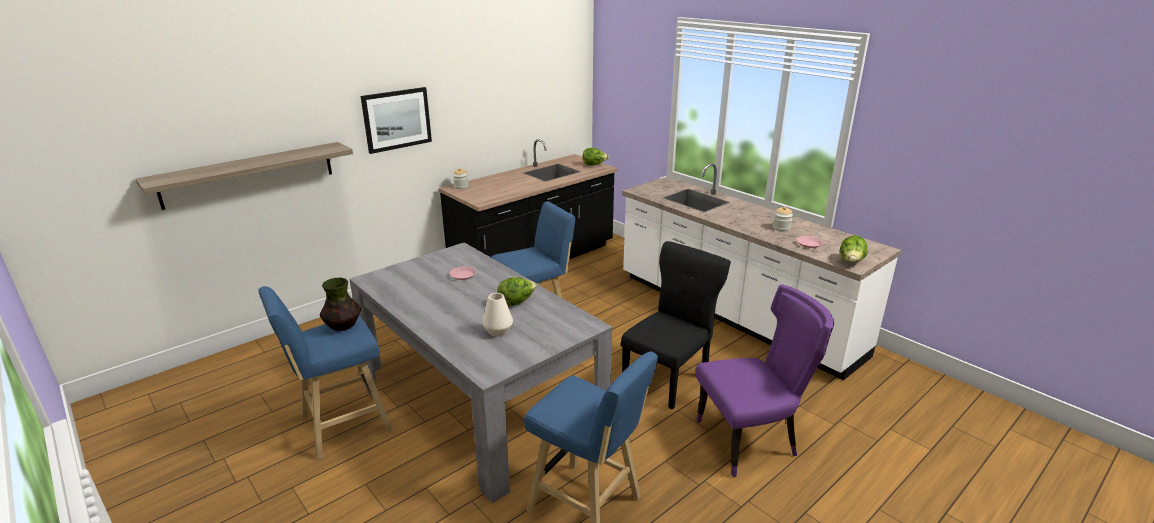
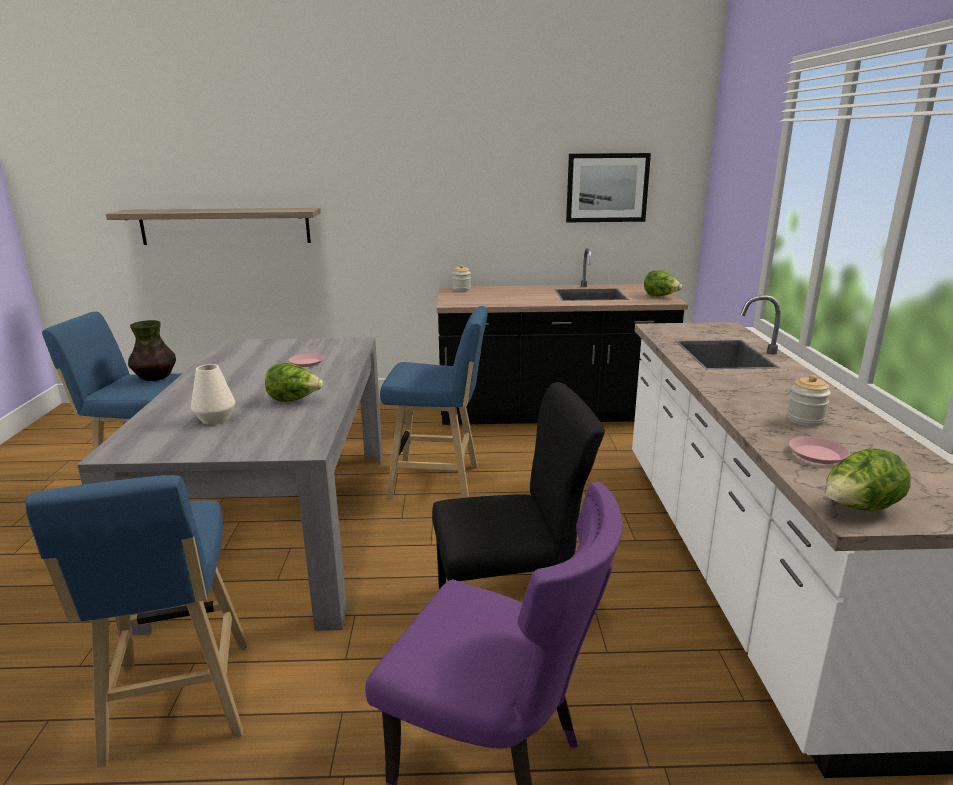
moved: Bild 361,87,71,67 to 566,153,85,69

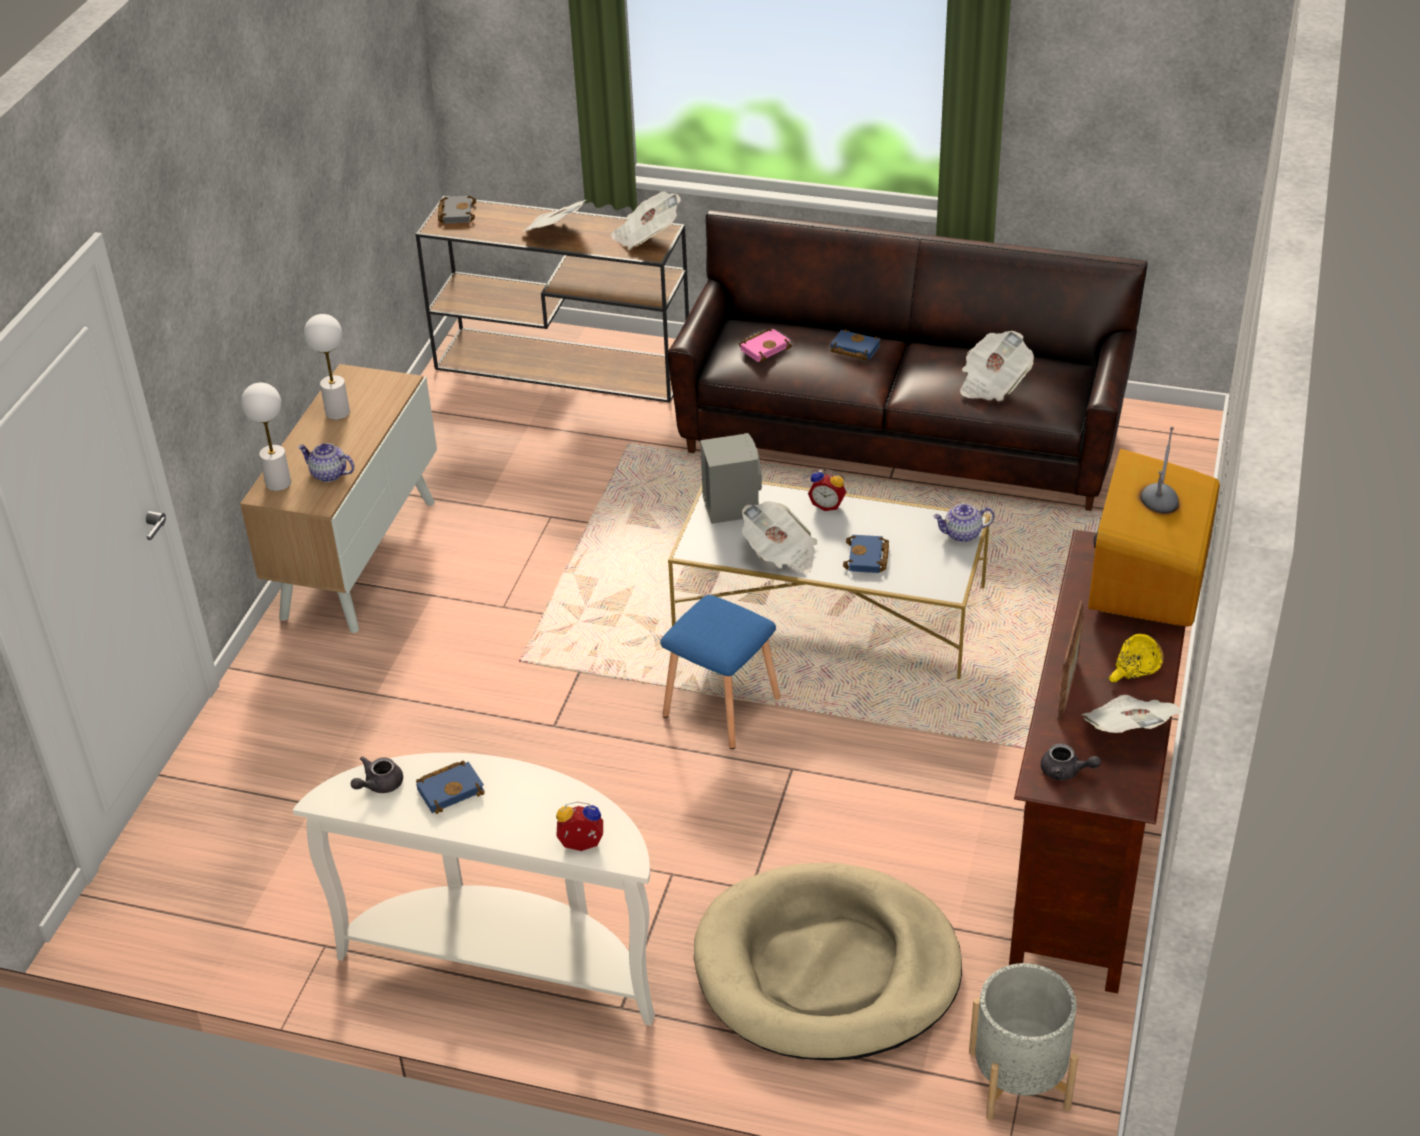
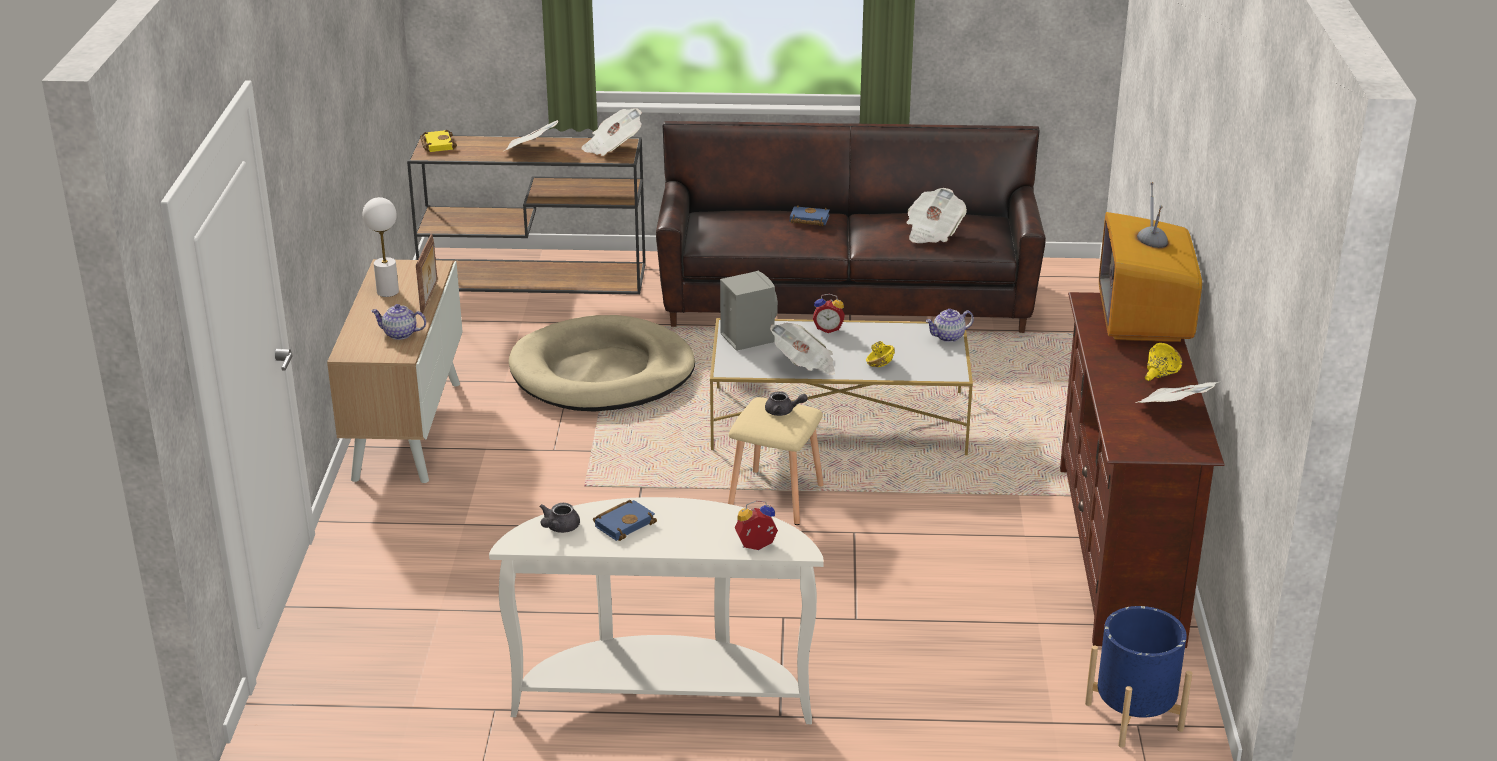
removed: Buch (rosa) 739,328,53,34; Tischlampe (weiß) 241,383,50,108
moved: Bilderrahmen 1057,600,27,121 to 416,234,22,80; Teekanne (grau) 1041,744,60,36 to 765,391,43,25; Hundebett (beige) 694,863,268,198 to 508,315,187,97
replaced: Buch (blau) 843,535,46,38 to Schüssel (gelb) 866,341,29,26
recoloured: Buch (grau) 438,196,38,28 to Buch (gelb) 420,130,37,22; Hocker (blau) 660,595,121,154 to Hocker (beige) 728,397,96,128; Pflanzkübel (grau) 969,963,109,158 to Pflanzkübel (blau) 1085,606,107,142

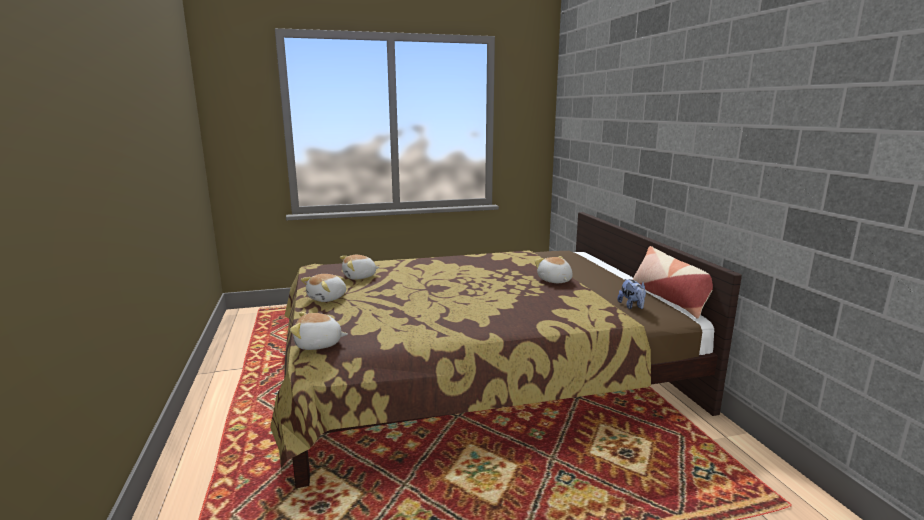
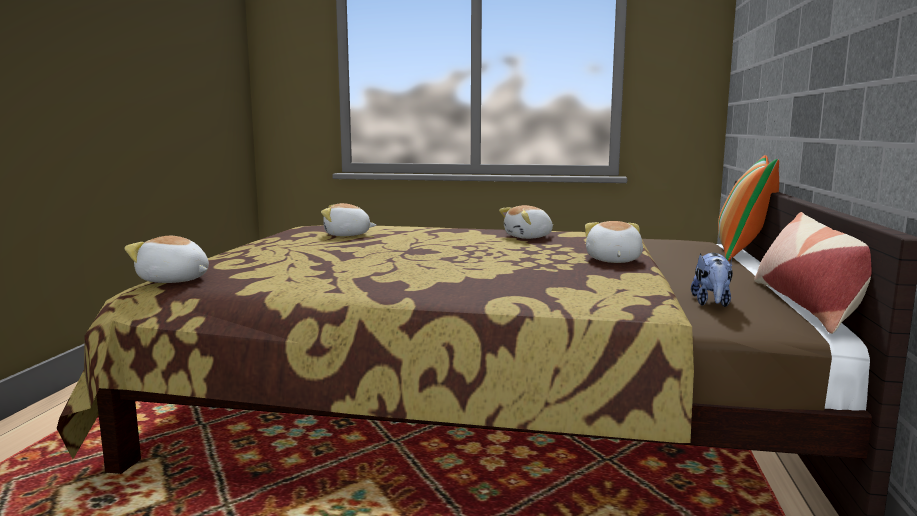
added: Kissen 718,155,61,106
moved: Plüschtier 301,274,45,28 to 499,205,54,34

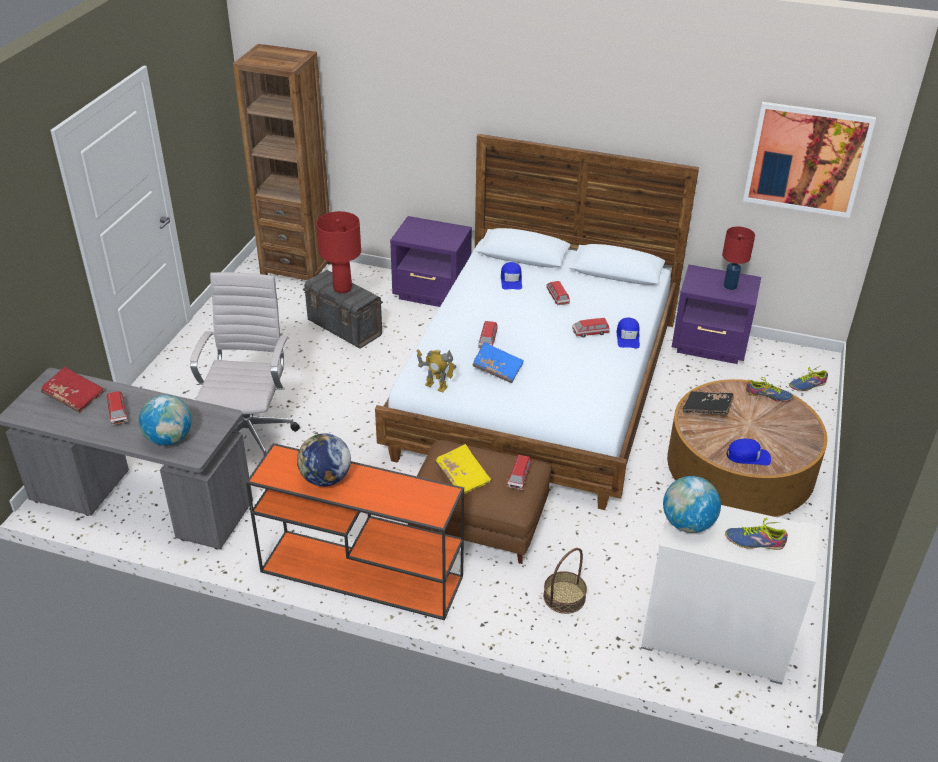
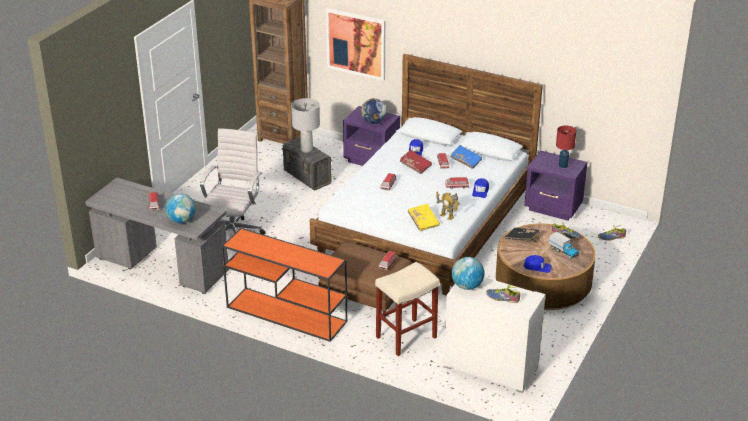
added: Spielzeuglaster 549,232,30,27
moved: Bild 743,102,133,116 to 326,8,59,73; Buch (blau) 473,342,51,41 to 451,145,31,24; Spielzeugroboter 417,349,39,43 to 436,192,24,28; Buch (rot) 41,367,63,46 to 400,150,32,24; Globus 297,433,54,54 to 361,98,26,26; Buch (gelb) 435,444,56,51 to 408,203,32,28
replaced: Korb 543,548,44,66 to Hocker (beige) 375,262,65,94
recoloured: Tischlampe (rot) 316,211,45,82 to Tischlampe (grau) 291,98,29,55

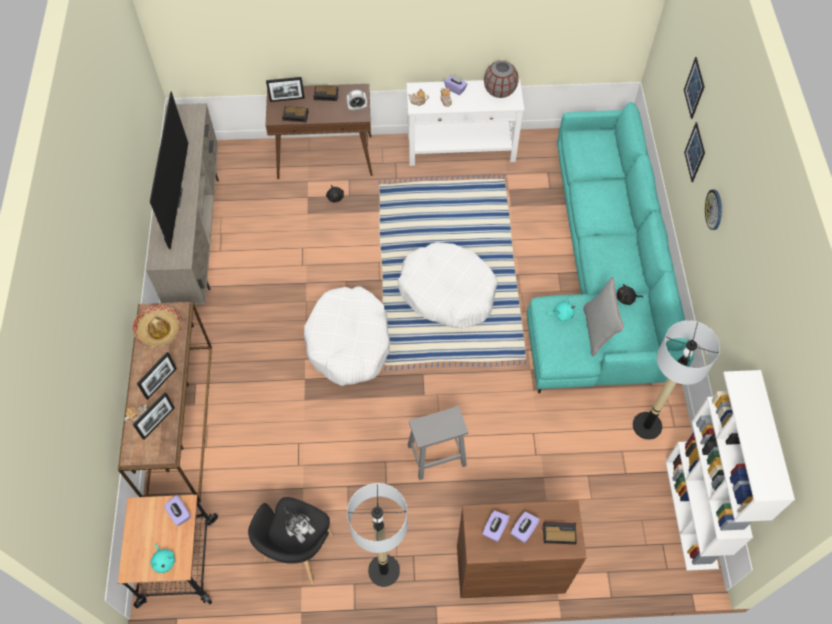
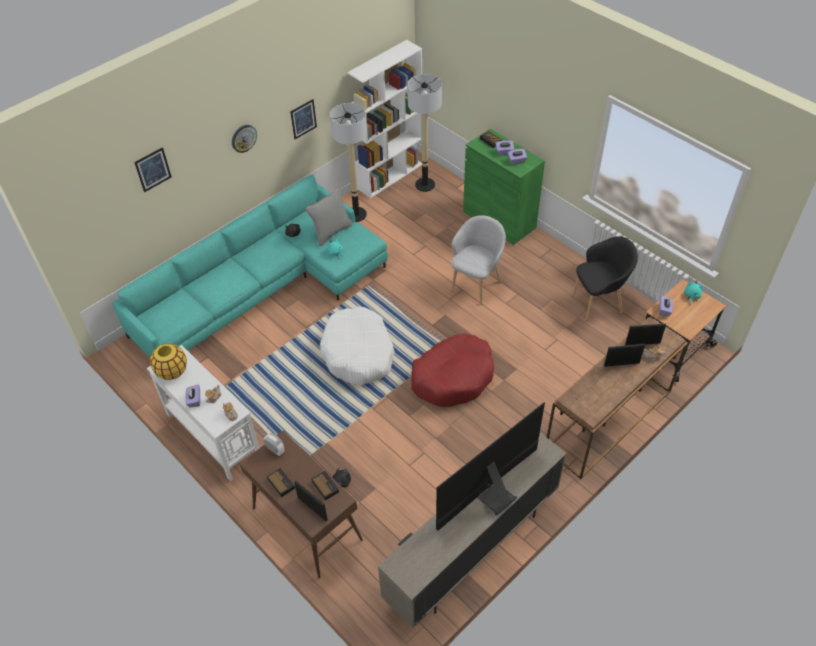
removed: Hut 133,305,48,42; Plüschtier 284,508,31,35
moved: Bild 684,122,21,60 to 290,99,27,40; Stehlampe 347,483,61,104 to 407,74,35,118
replaced: Hocker (grau) 408,406,60,74 to Sessel (grau) 451,215,55,90
recoloured: Vase (grau) 484,61,35,37 to Vase (gelb) 150,343,37,37; Hundebett (weiß) 304,286,86,100 to Hundebett (rot) 411,333,83,74; Schrank (braun) 457,500,129,98 to Schrank (grün) 463,128,82,117

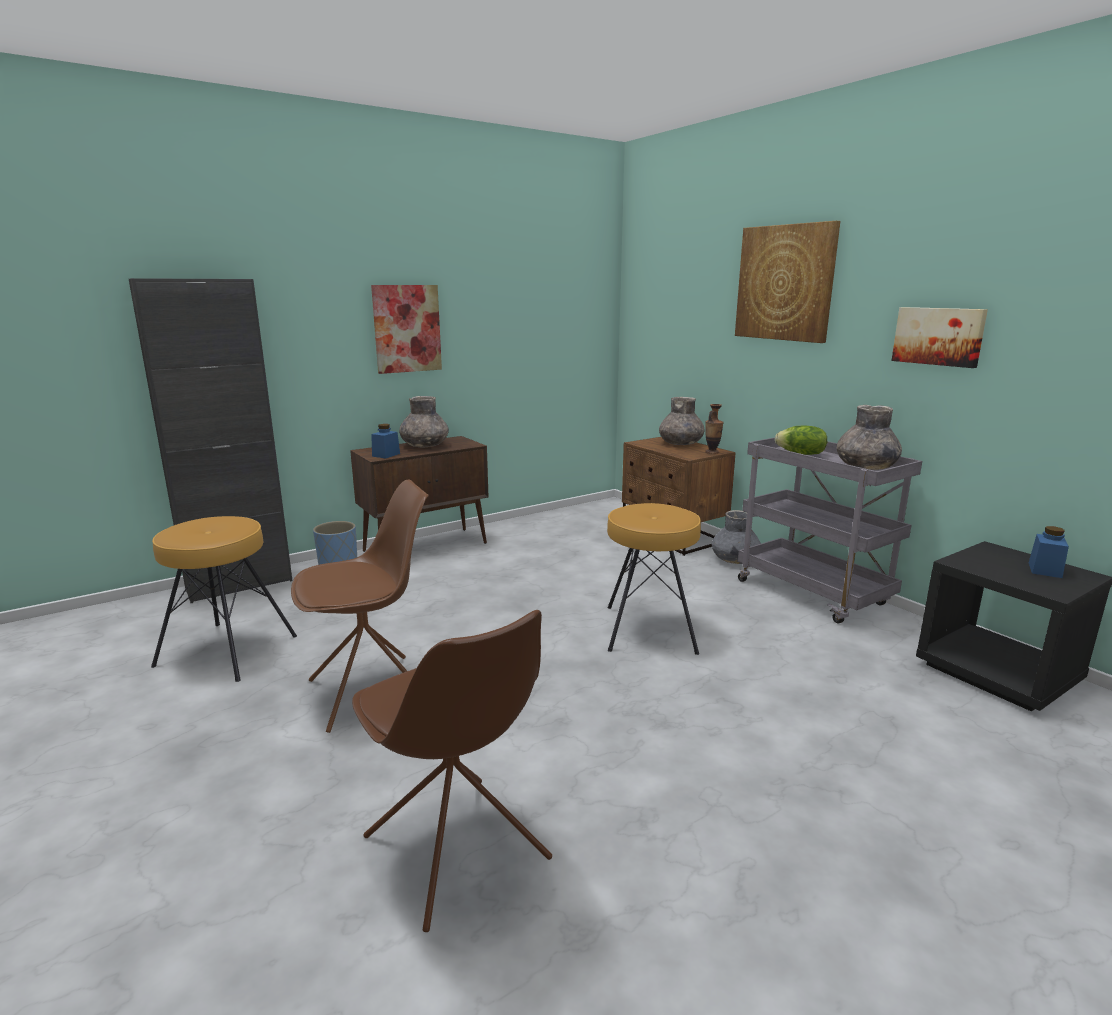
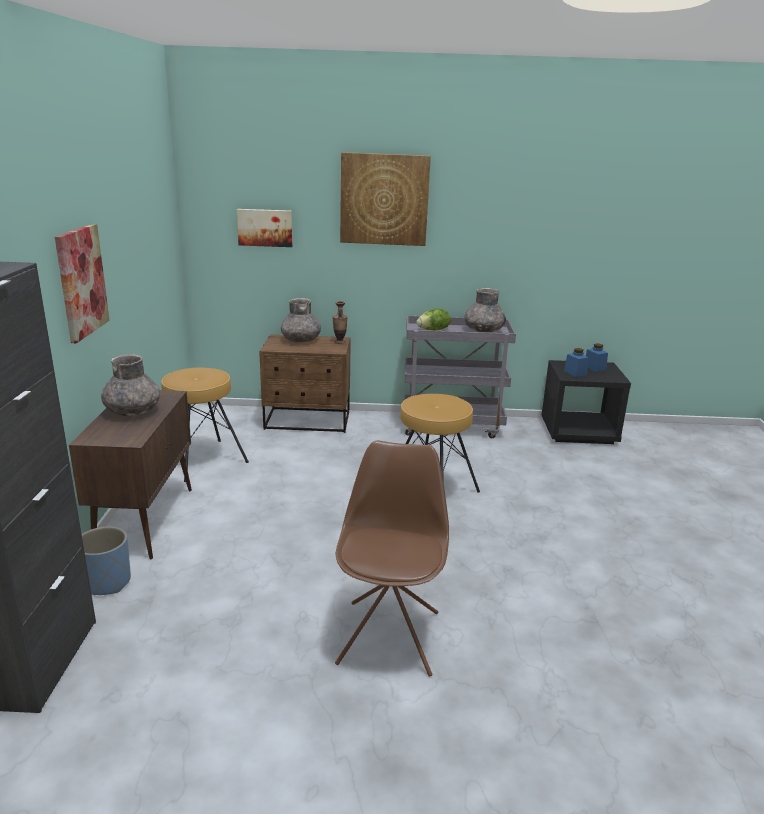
removed: Vase (grau) 712,510,49,54; Stuhl (braun) 352,610,200,322
moved: Bild 891,307,97,61 to 237,209,55,38; Vorratsglas (blau) 371,424,29,35 to 564,348,25,29; Hocker (braun) 151,516,146,166 to 161,368,88,114

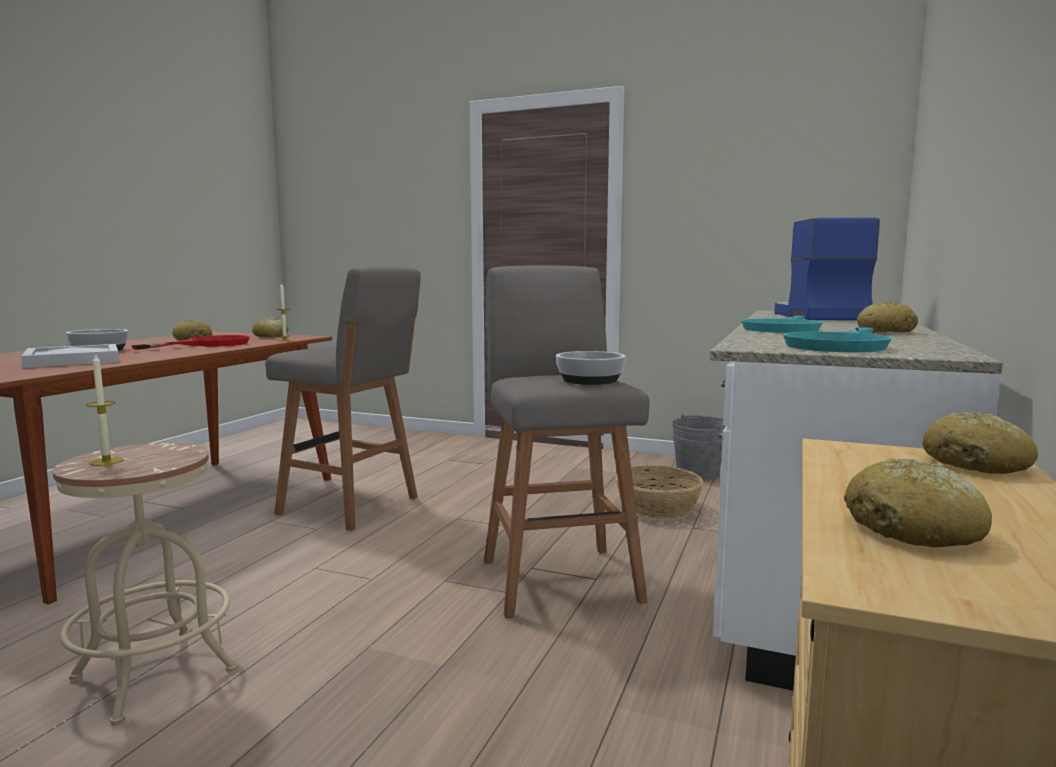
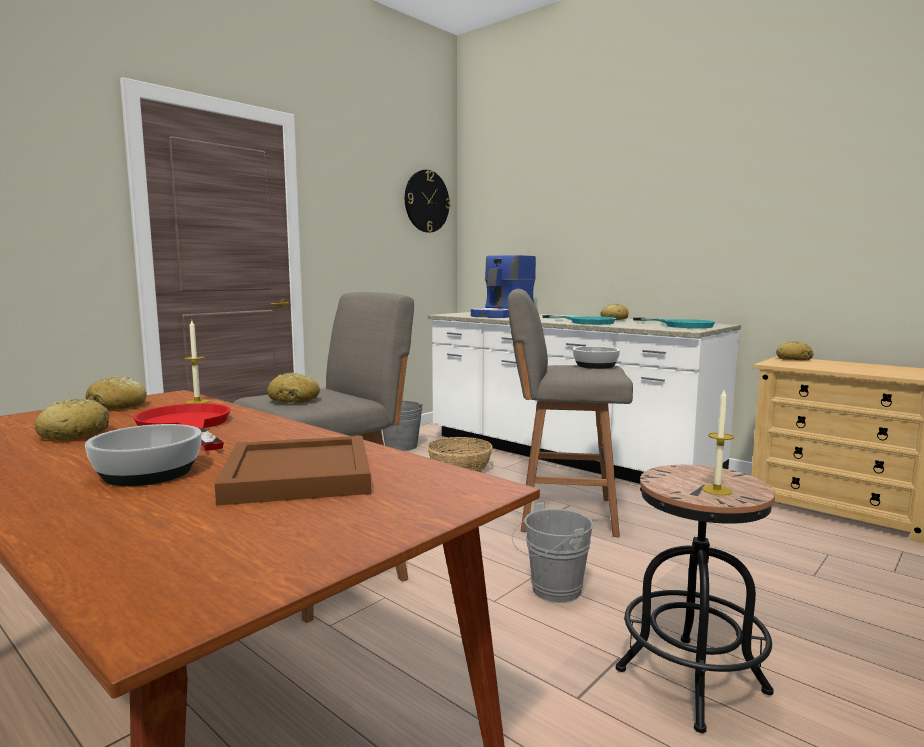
added: Wanduhr 405,170,46,63; Eimer (grau) 512,502,82,101
moved: Brot 844,458,148,89 to 267,373,53,30
recoloured: Tablett (weiß) 21,344,98,24 to Tablett (braun) 215,436,156,70; Hocker (beige) 52,443,186,283 to Hocker (schwarz) 616,465,159,268
turned: Kaffeemaschine 774,217,106,103 = 471,255,65,63 75 degrees counterclockwise

